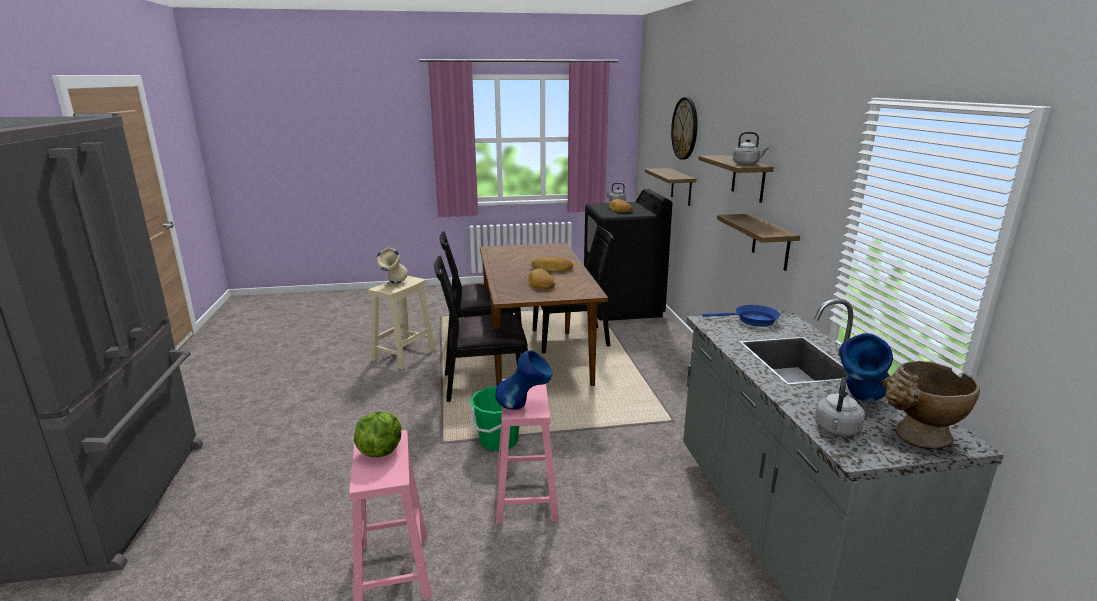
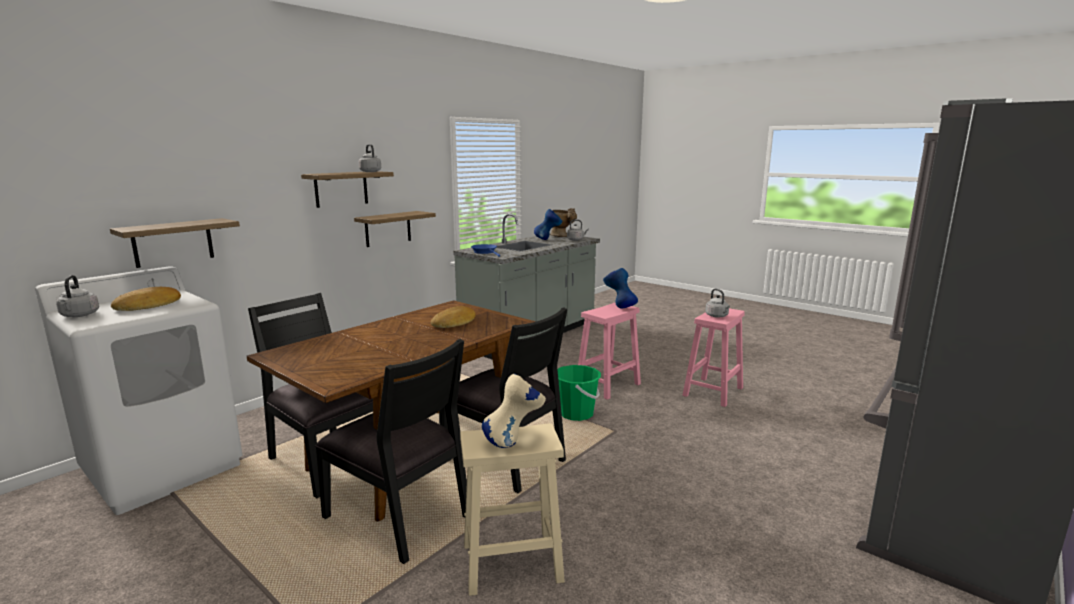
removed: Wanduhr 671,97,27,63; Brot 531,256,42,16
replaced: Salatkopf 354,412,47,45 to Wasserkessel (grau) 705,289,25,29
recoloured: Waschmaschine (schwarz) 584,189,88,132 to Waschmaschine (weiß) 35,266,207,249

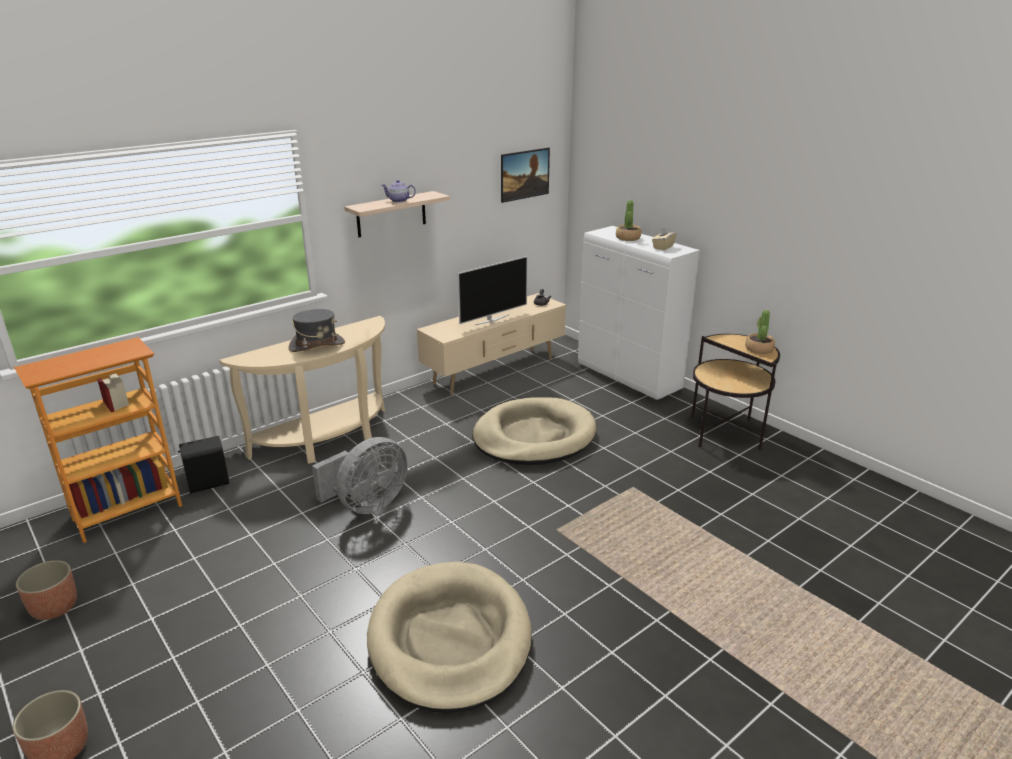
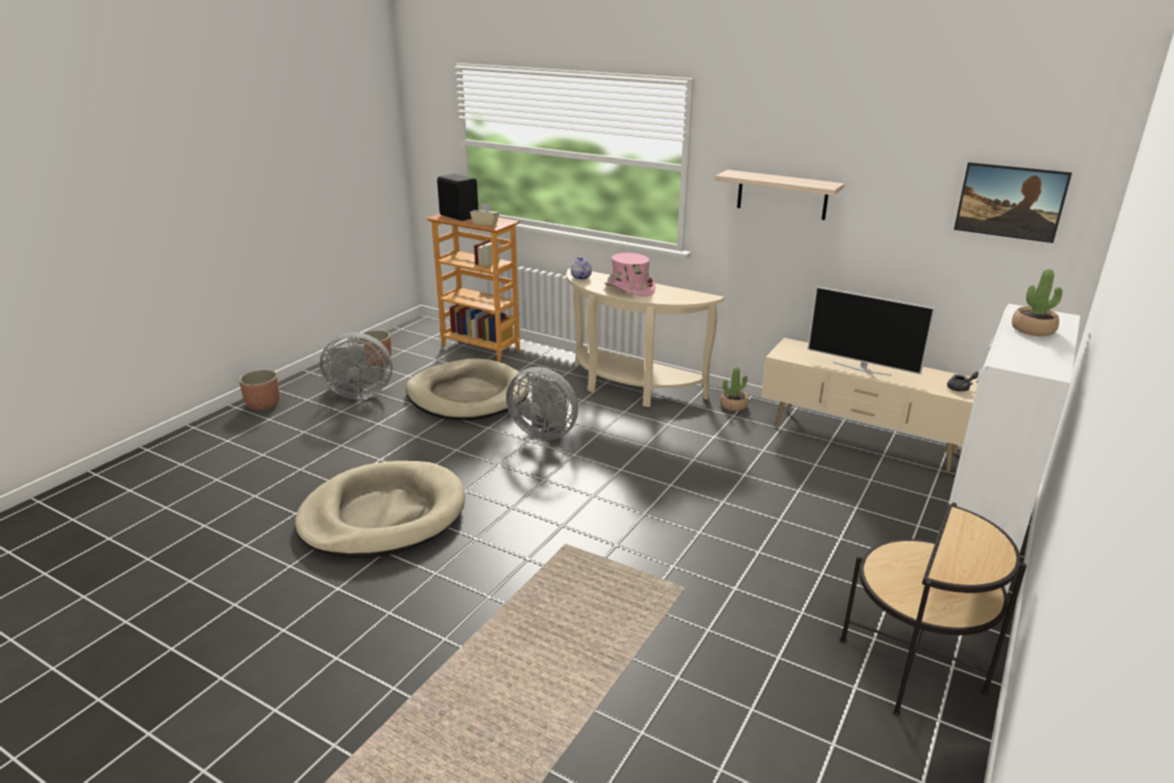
added: Ventilator (grau) 320,333,73,66
moved: Teekanne 382,180,34,23 to 571,257,21,23; Taschentuchbox (beige) 652,227,24,23 to 470,203,29,23; Topfpflanze 745,310,30,44 to 720,367,29,44; Hundebett (beige) 472,397,124,68 to 406,358,124,62; Lautsprecher (schwarz) 178,436,51,57 to 437,174,41,47
recoloured: Hut (grau) 289,309,56,43 to Hut (rosa) 604,253,51,44

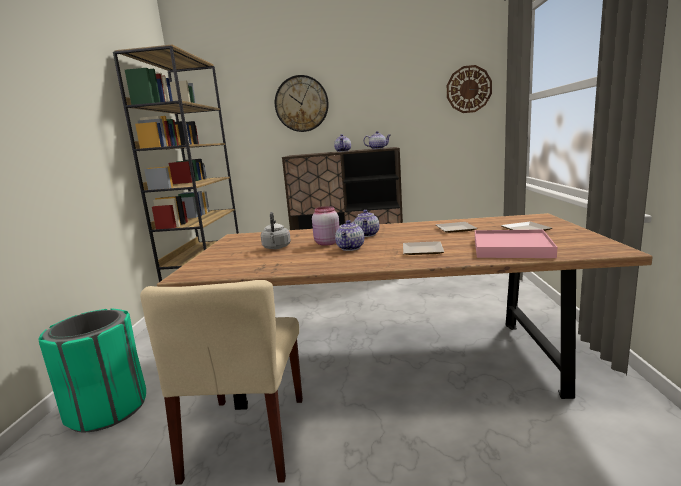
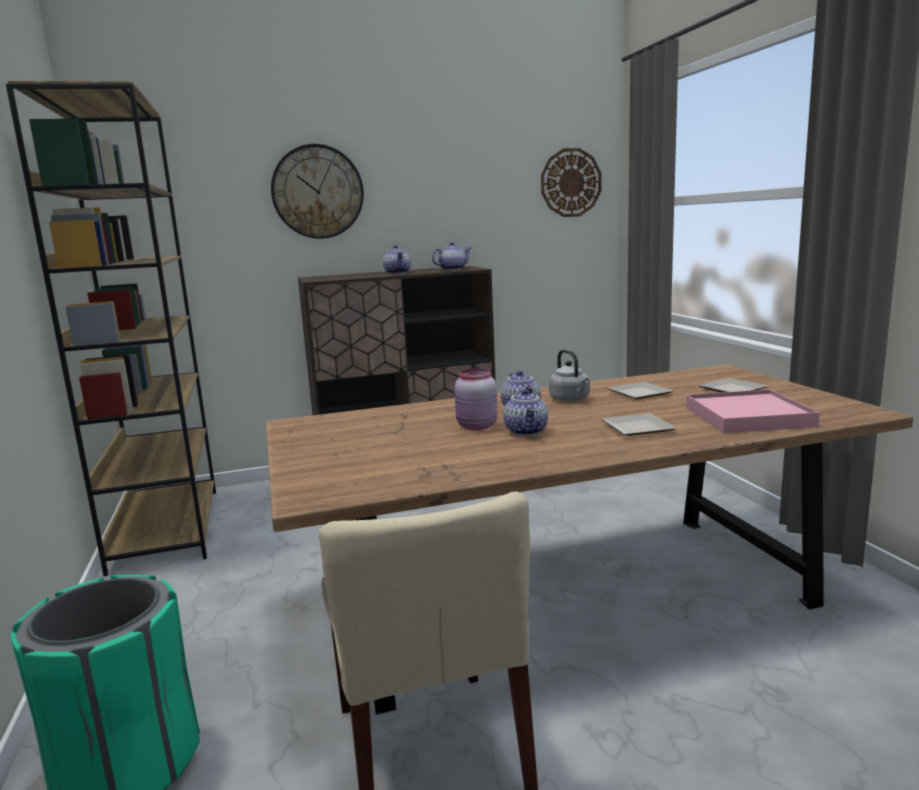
moved: Wasserkessel (grau) 261,212,30,37 to 549,349,41,53

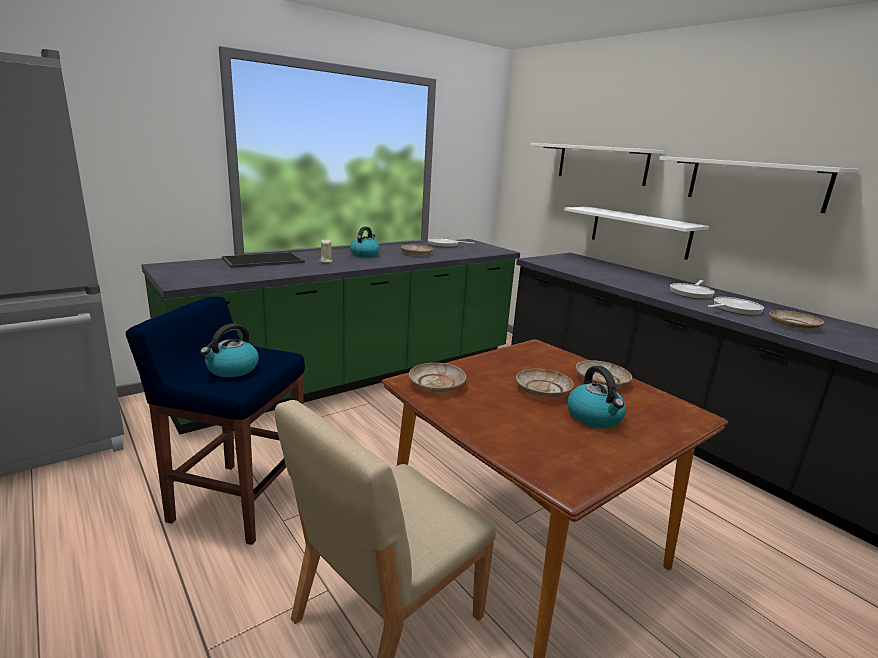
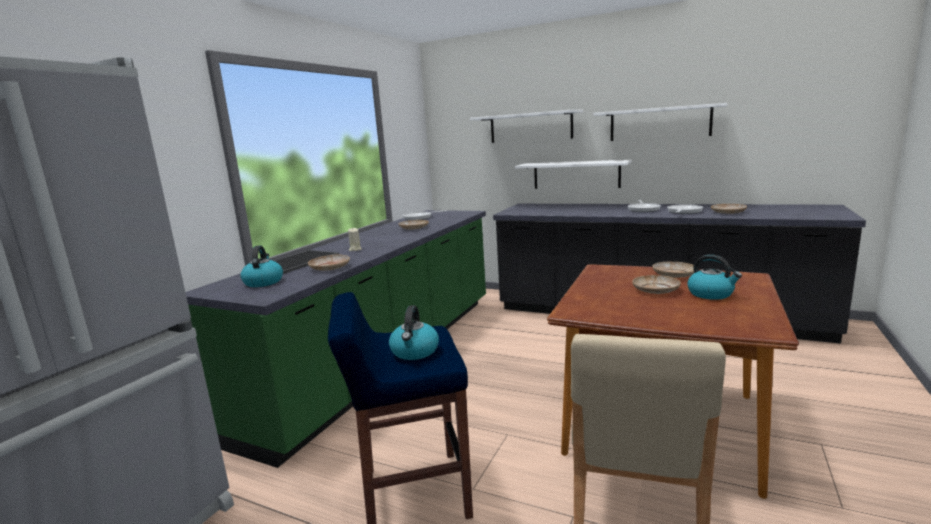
moved: Wasserkessel 350,226,30,32 to 240,245,43,42; Teller (beige) 409,363,57,30 to 308,255,42,16

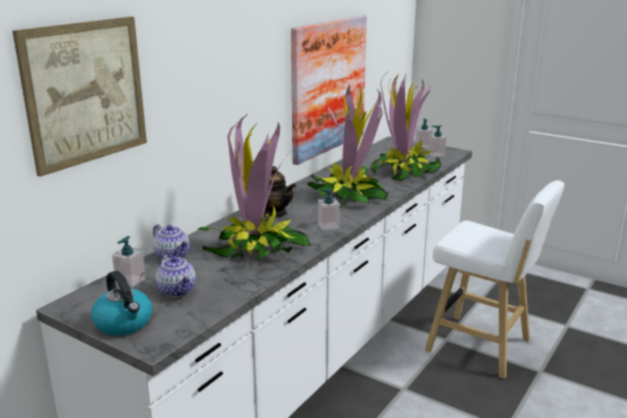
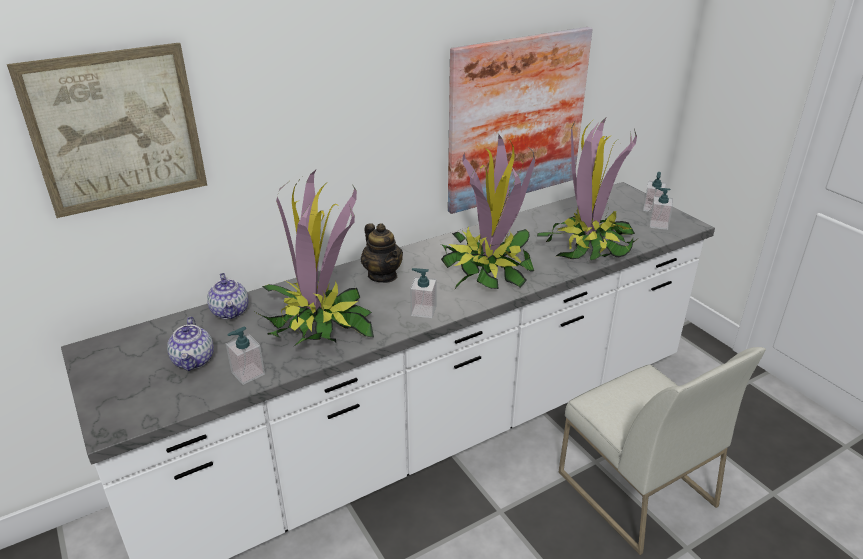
removed: Wasserkessel 91,271,61,64
moved: Seifenspender 112,236,34,52 to 226,327,39,58
replaced: Hocker (weiß) 425,180,139,198 to Stuhl (weiß) 559,347,207,208

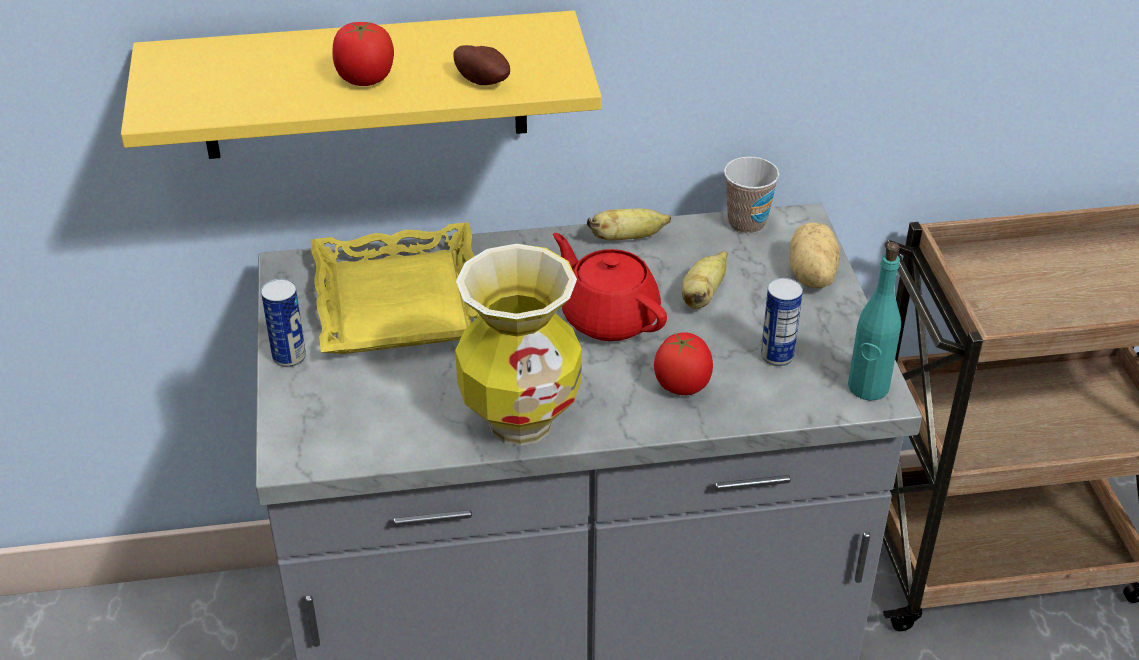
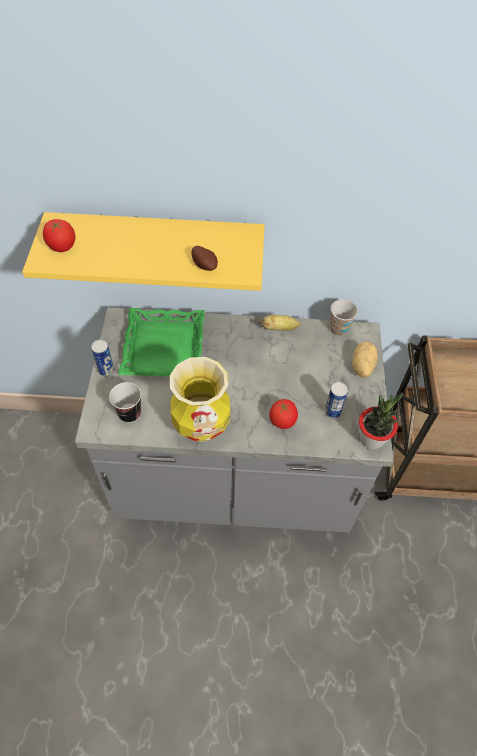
removed: Teekanne (rot) 553,233,114,108; Banane 681,251,47,58
added: Tasse 109,382,32,41
moved: Tomate 332,22,62,64 to 43,219,32,33
replaced: Flasche (türkis) 848,242,53,159 to Topfpflanze 359,392,44,57
recoloured: Tablett (gelb) 311,223,168,131 to Tablett (grün) 118,308,87,68

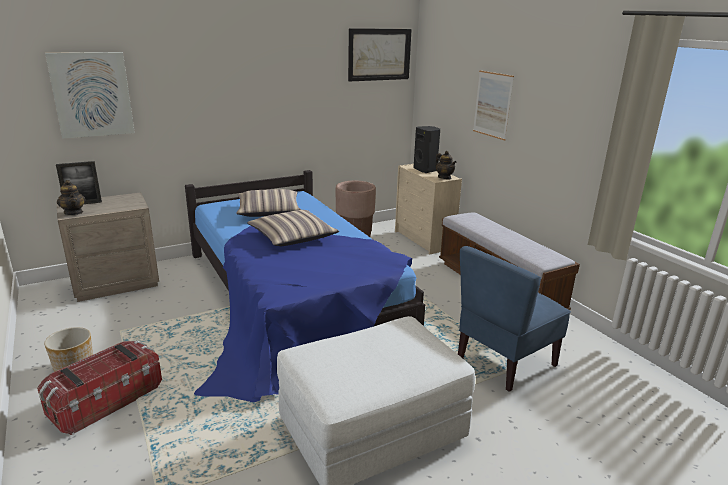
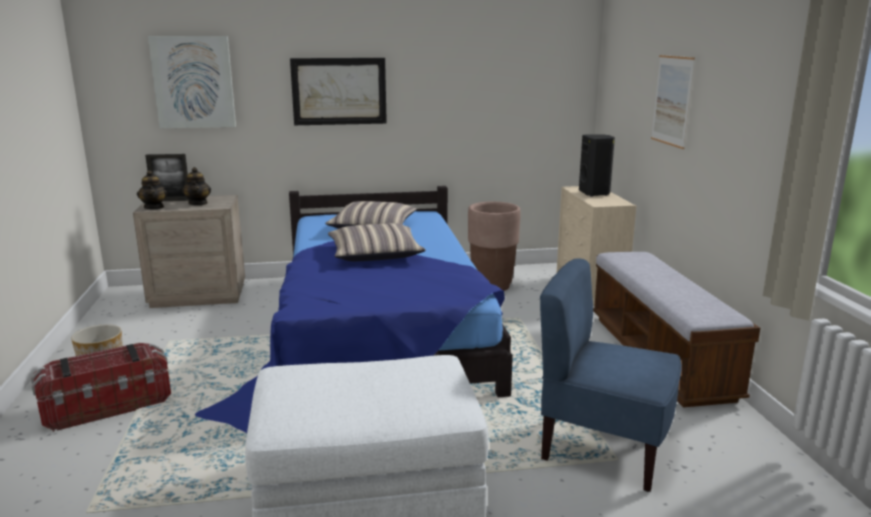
moved: Bild 348,28,64,53 to 290,58,97,67; Teekanne 435,151,22,28 to 182,167,29,38
turned: Stuhl (blau) 458,246,113,146 = 540,259,142,233 45 degrees clockwise

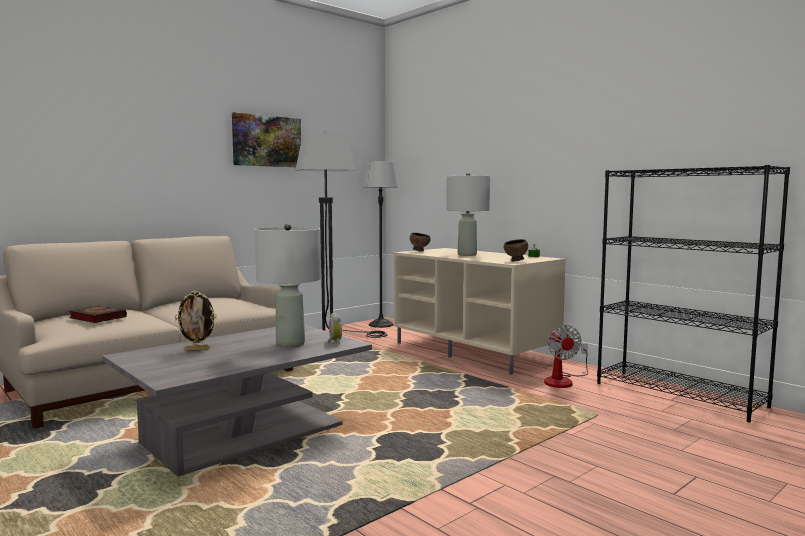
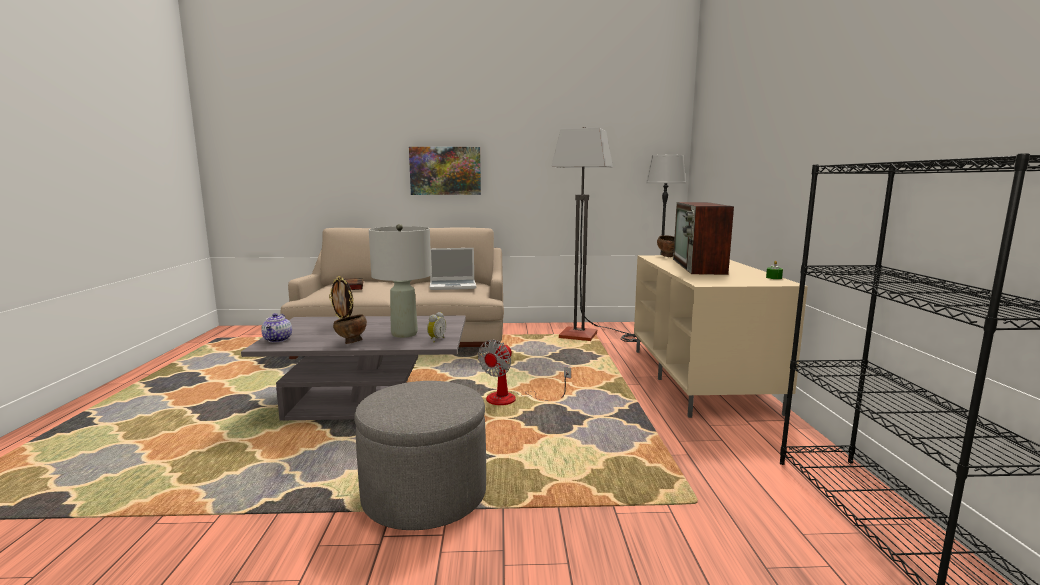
added: Laptop 430,248,46,42; Teekanne 261,313,31,29; Polsterhocker (grau) 354,381,132,149
moved: Bild 232,112,69,55 to 409,147,72,48; Schüssel (braun) 504,239,24,23 to 333,315,34,29; Ventilator 544,325,44,63 to 478,340,93,65
replaced: Tischlampe (grau) 446,173,44,83 to Fernseher 673,202,61,73

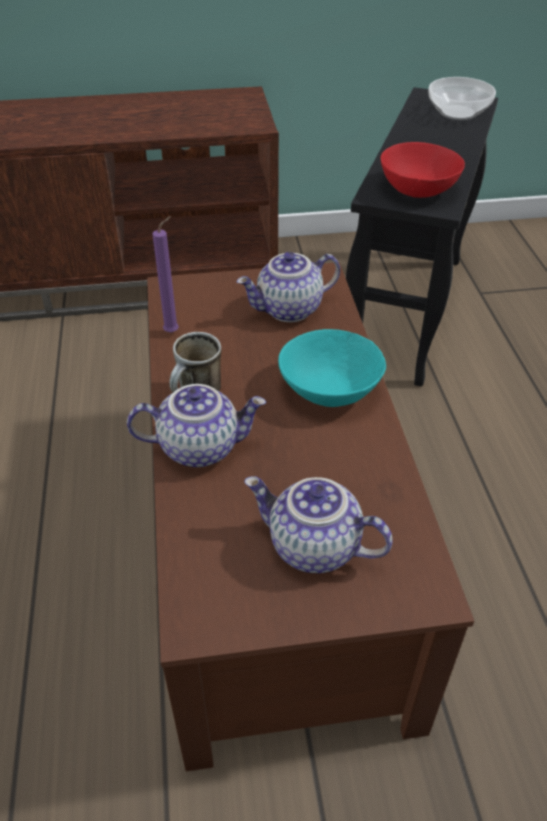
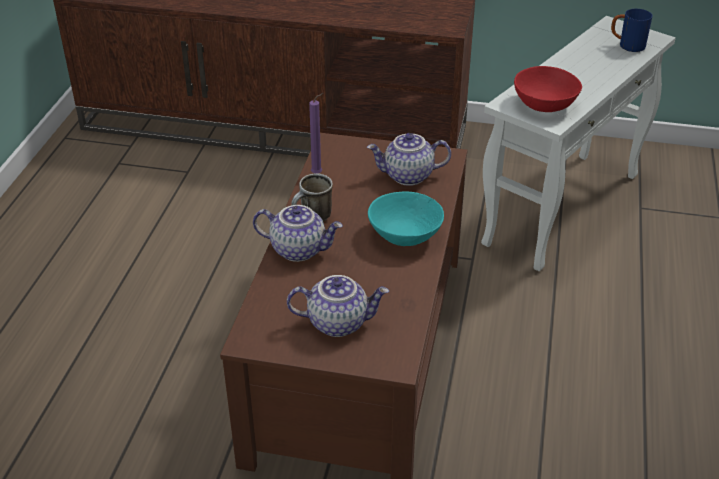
replaced: Schüssel 428,77,68,43 to Henkelbecher (blau) 611,9,42,43
recoloured: Beistelltisch (schwarz) 346,87,152,299 to Beistelltisch (weiß) 481,16,195,255
turned: Teekanne 244,476,149,97 = 287,275,102,62 135 degrees clockwise

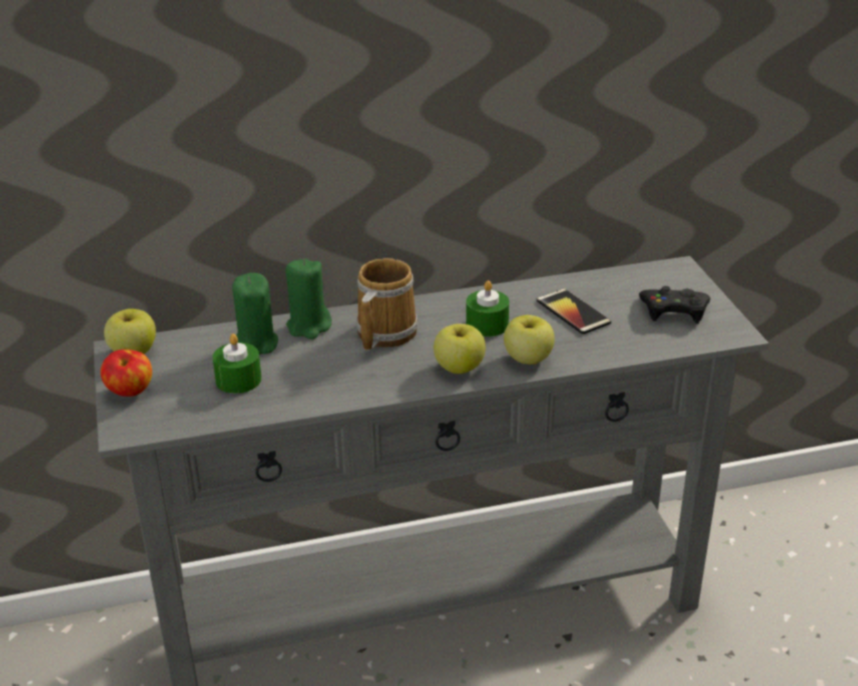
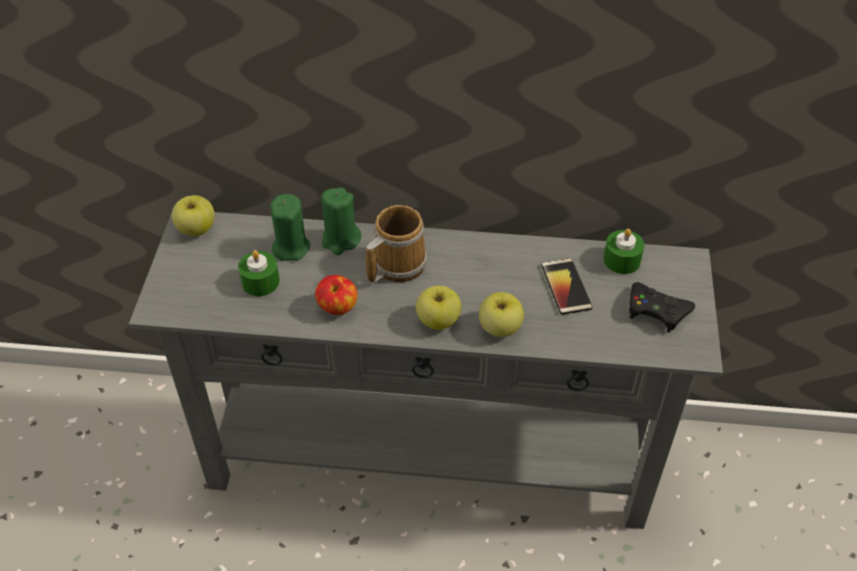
moved: Kerze (grün) 466,281,43,56 to 603,228,42,46; Apfel 101,349,51,48 to 315,275,43,40

